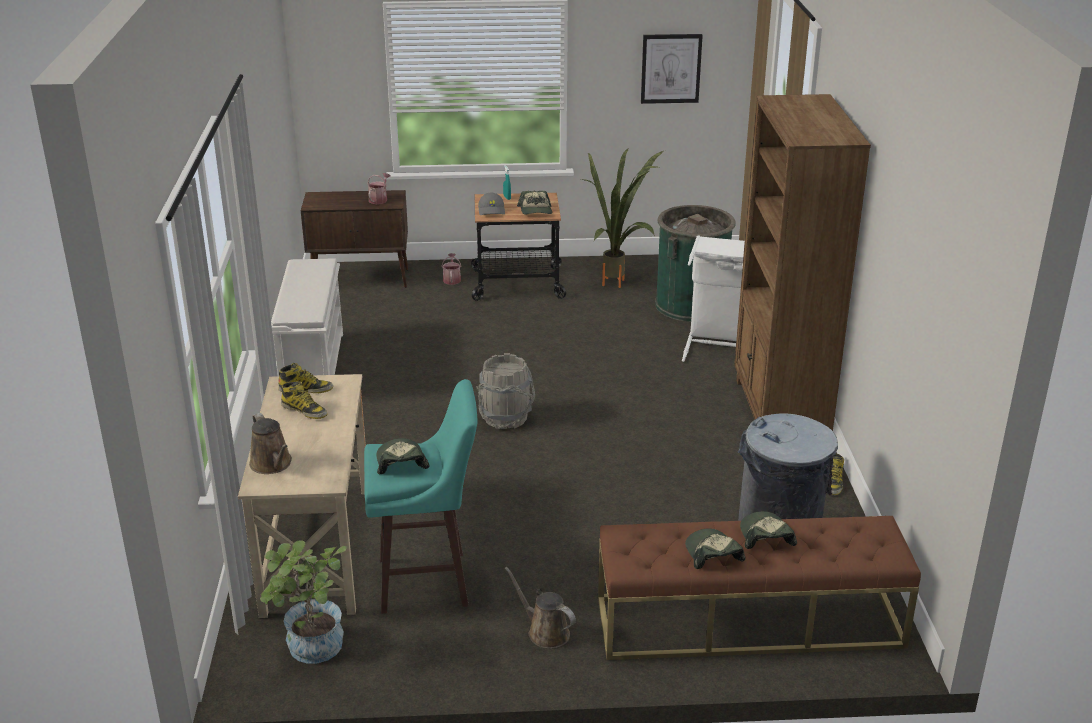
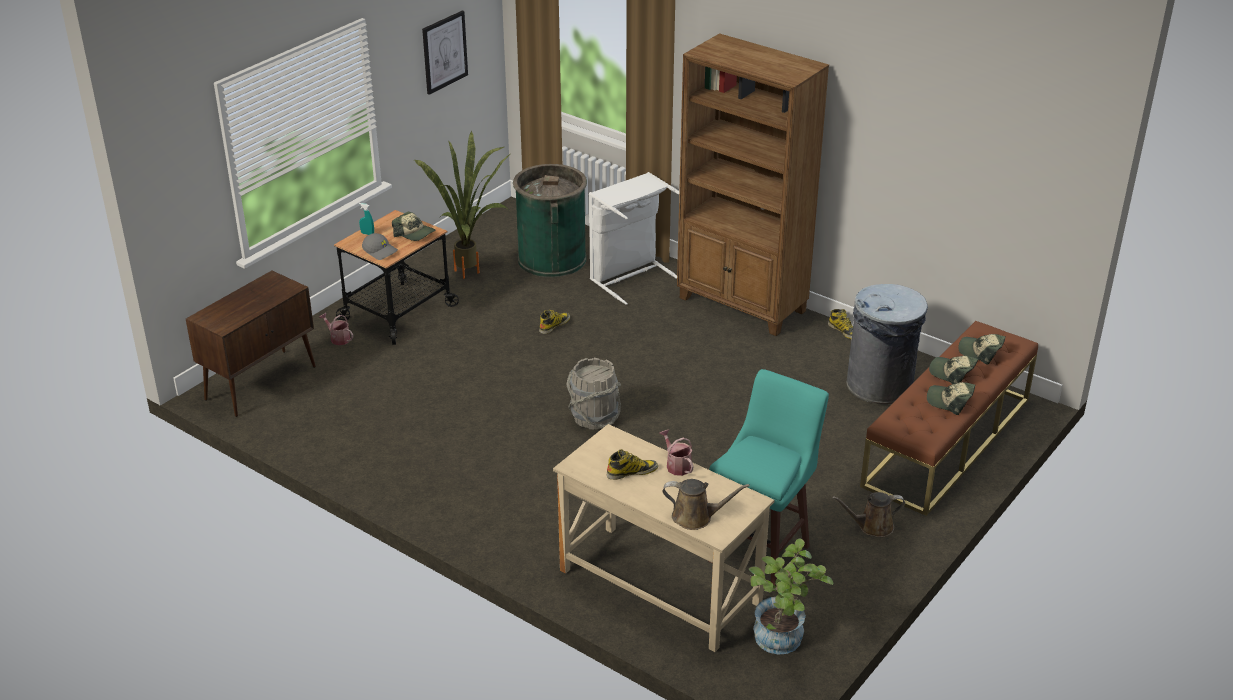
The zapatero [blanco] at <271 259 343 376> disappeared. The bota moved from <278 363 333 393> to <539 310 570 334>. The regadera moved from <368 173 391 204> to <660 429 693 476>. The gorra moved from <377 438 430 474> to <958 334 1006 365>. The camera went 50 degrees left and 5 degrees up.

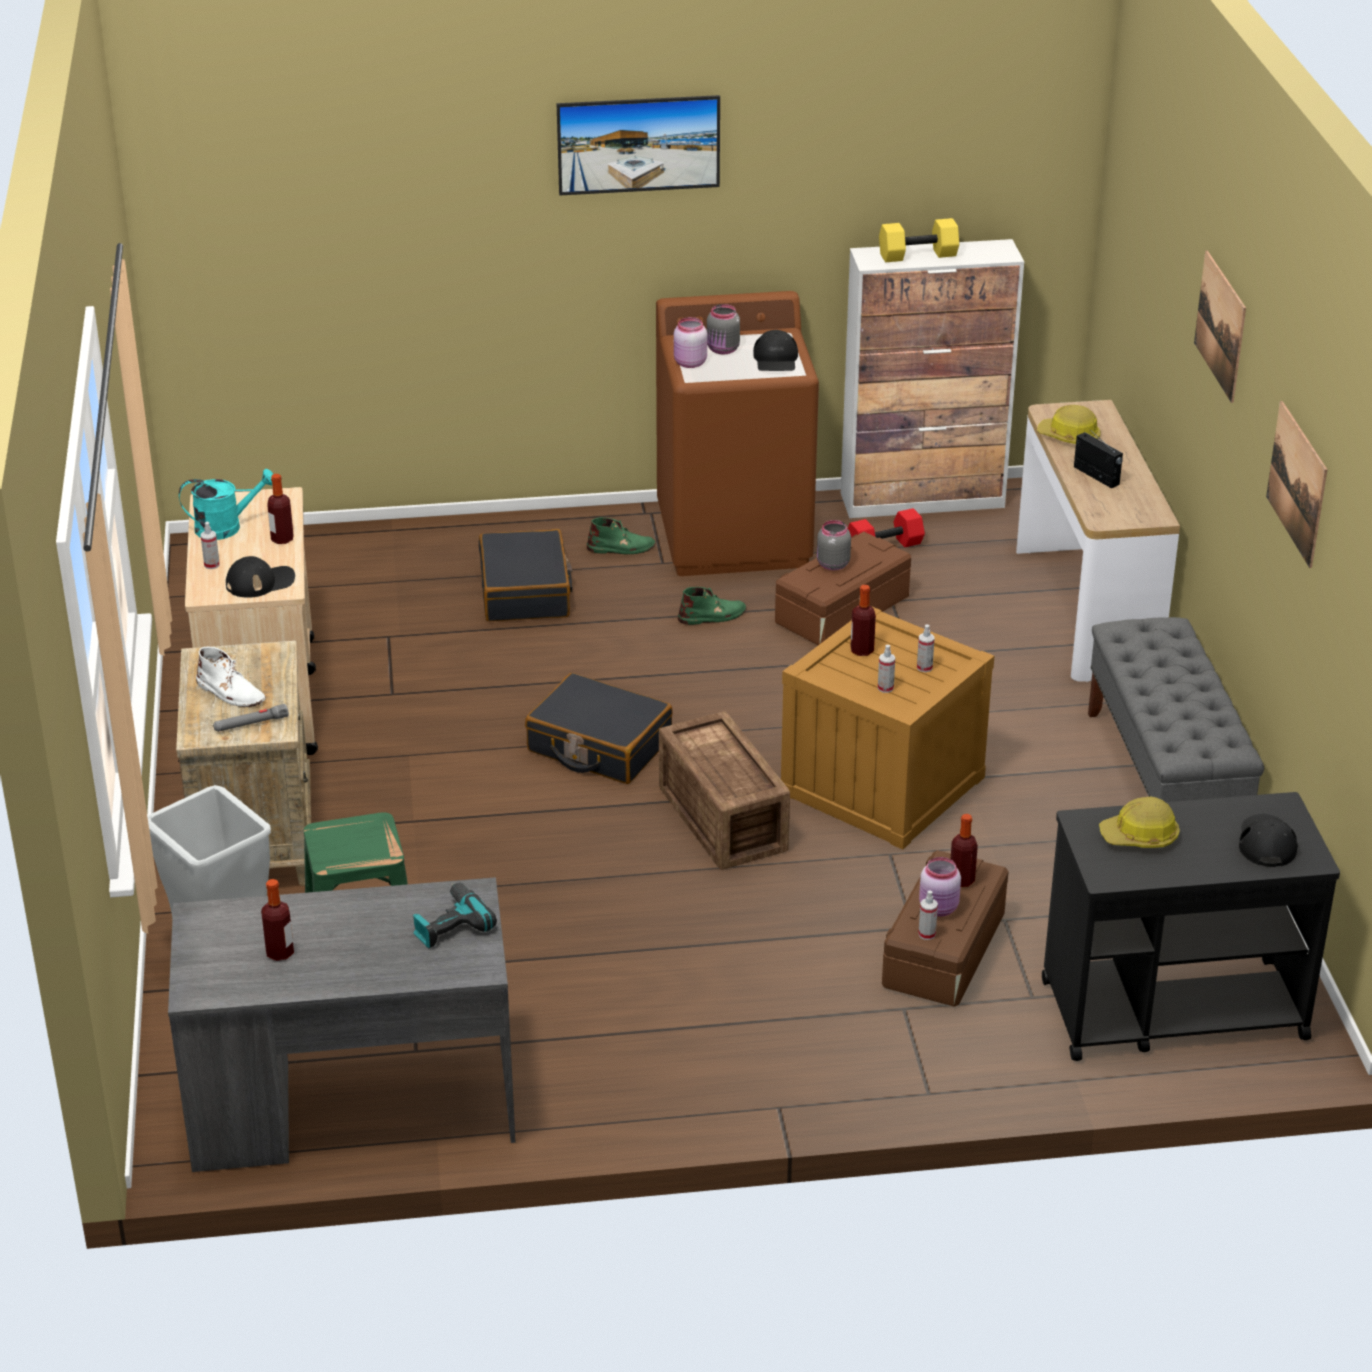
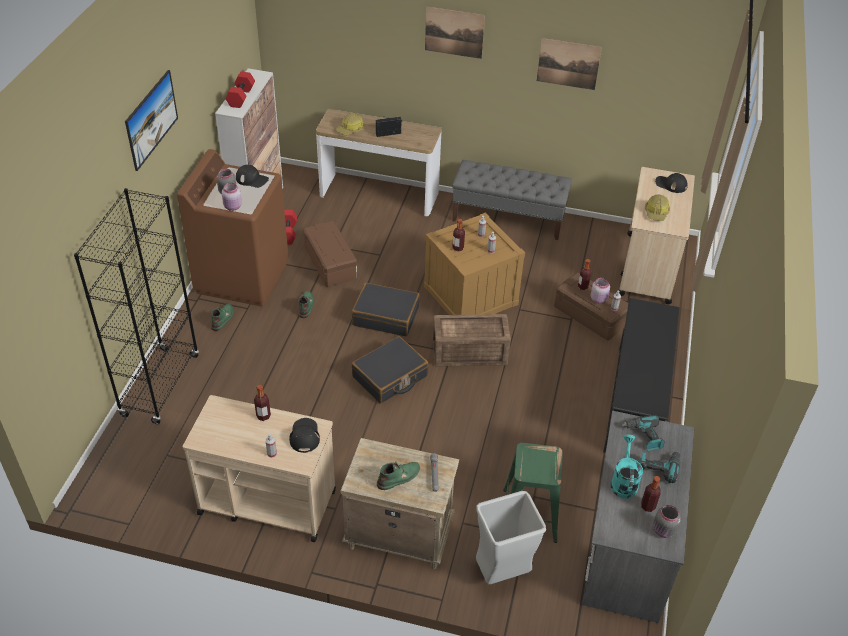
The regadera [turquesa] moved from <179 469 273 540> to <611 435 643 499>. The bota [blanco] at <196 647 265 707> became the bota [verde] at <377 462 420 490>. The maleta [negro] moved from <479 529 573 621> to <352 283 420 336>. The tarro [gris] moved from <817 520 851 570> to <653 505 681 538>. The mancuerna [amarillo] at <879 218 959 262> became the mancuerna [rojo] at <225 72 255 108>. The carrito [negro] at <1042 792 1340 1061> became the carrito [beis] at <619 167 695 304>. The estantería [negro] at <74 188 199 424> appeared. The zapatero [negro] at <603 298 680 453> appeared. The taladro at <640 450 680 483> appeared. The camera went 70 degrees left and 10 degrees up.

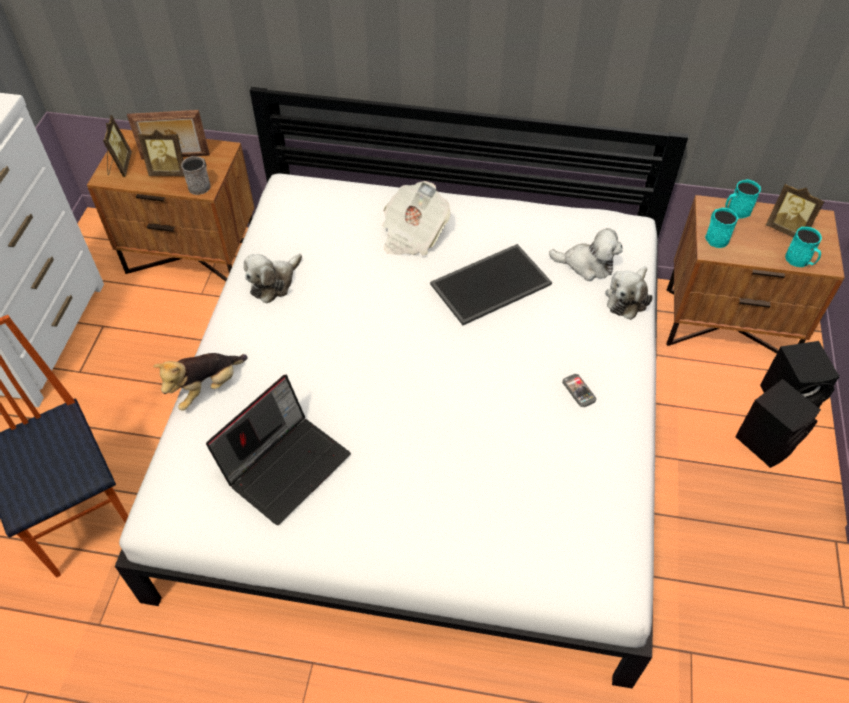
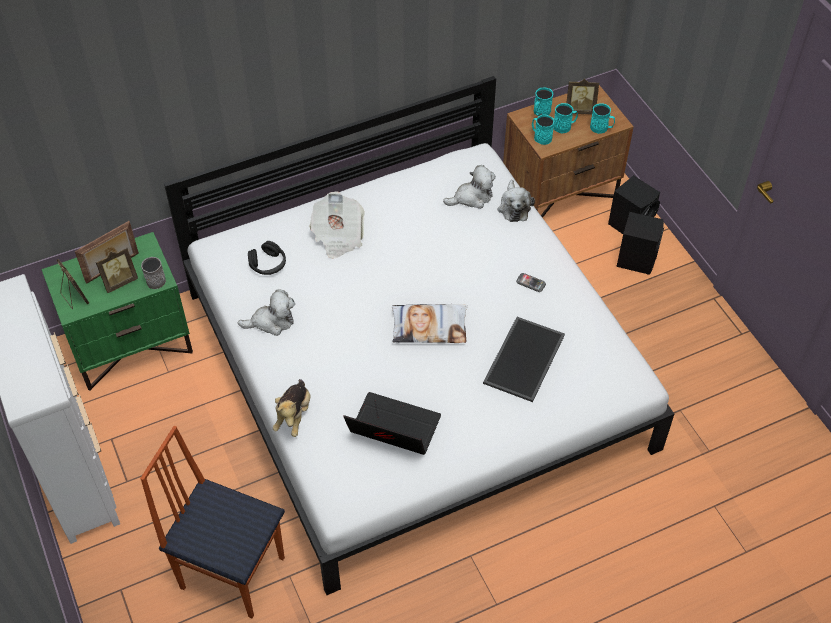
The mesita de noche [marrón] at <87 129 254 281> became the mesita de noche [verde] at <42 232 193 391>. The portátil at <206 375 351 525> turned 75 degrees counterclockwise. The peluche at <243 254 302 304> turned 105 degrees counterclockwise. The bandeja moved from <430 244 552 325> to <483 317 565 402>. The auriculares [negro] at <248 241 286 275> appeared. The cojín at <391 304 468 343> appeared. The taza grande [turquesa] at <554 103 578 133> appeared. The camera went 35 degrees left and 0 degrees up.

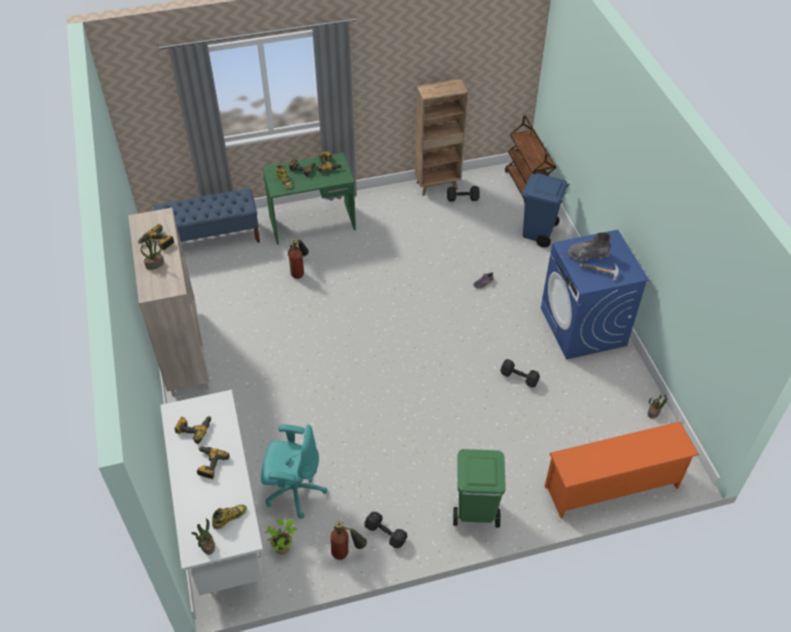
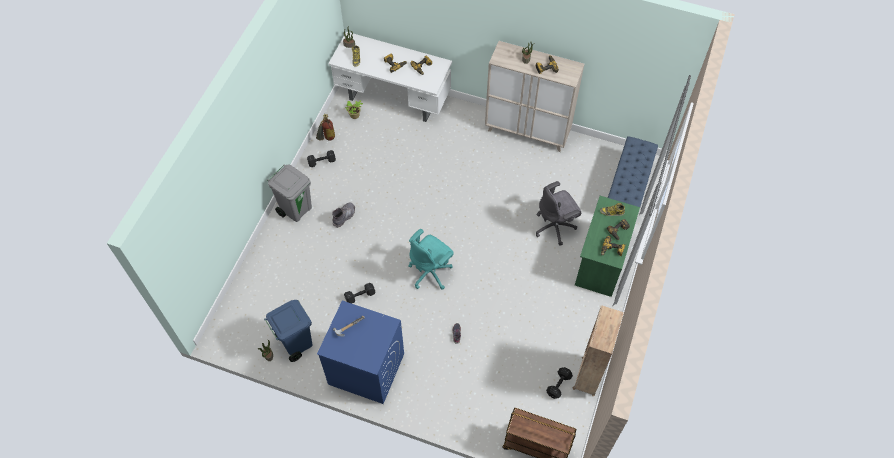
The silla de oficina [turquesa] moved from <261 424 327 519> to <408 229 454 290>. The extintor at <288 239 309 279> was replaced by the silla de oficina [gris] at <536 181 581 246>. The papelera [verde] at <453 449 506 528> became the papelera [gris] at <267 164 312 222>. The papelera [azul] moved from <522 173 570 248> to <264 300 313 362>. The zapatero [naranja] at <545 422 699 518> disappeared. The bota [gris] moved from <568 233 611 261> to <332 202 355 228>. The camera went 125 degrees right and 10 degrees up.

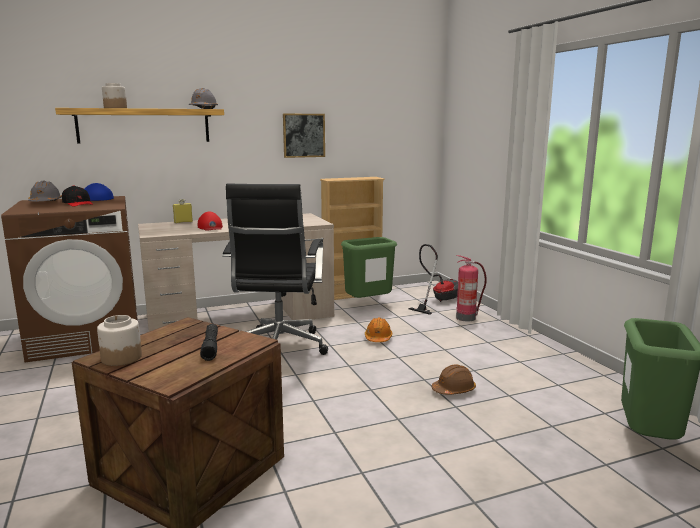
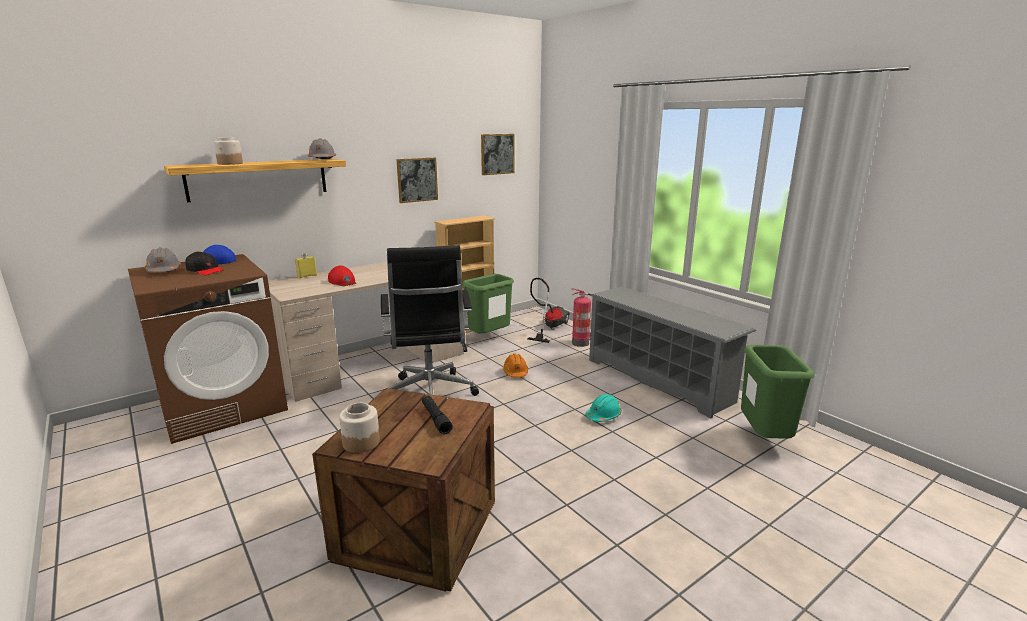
The casco [marrón] at <431 364 476 395> became the casco [turquesa] at <586 394 622 422>. The cuadro at <481 134 515 175> appeared. The zapatero [gris] at <589 287 756 418> appeared. The camera went 15 degrees left and 5 degrees up.

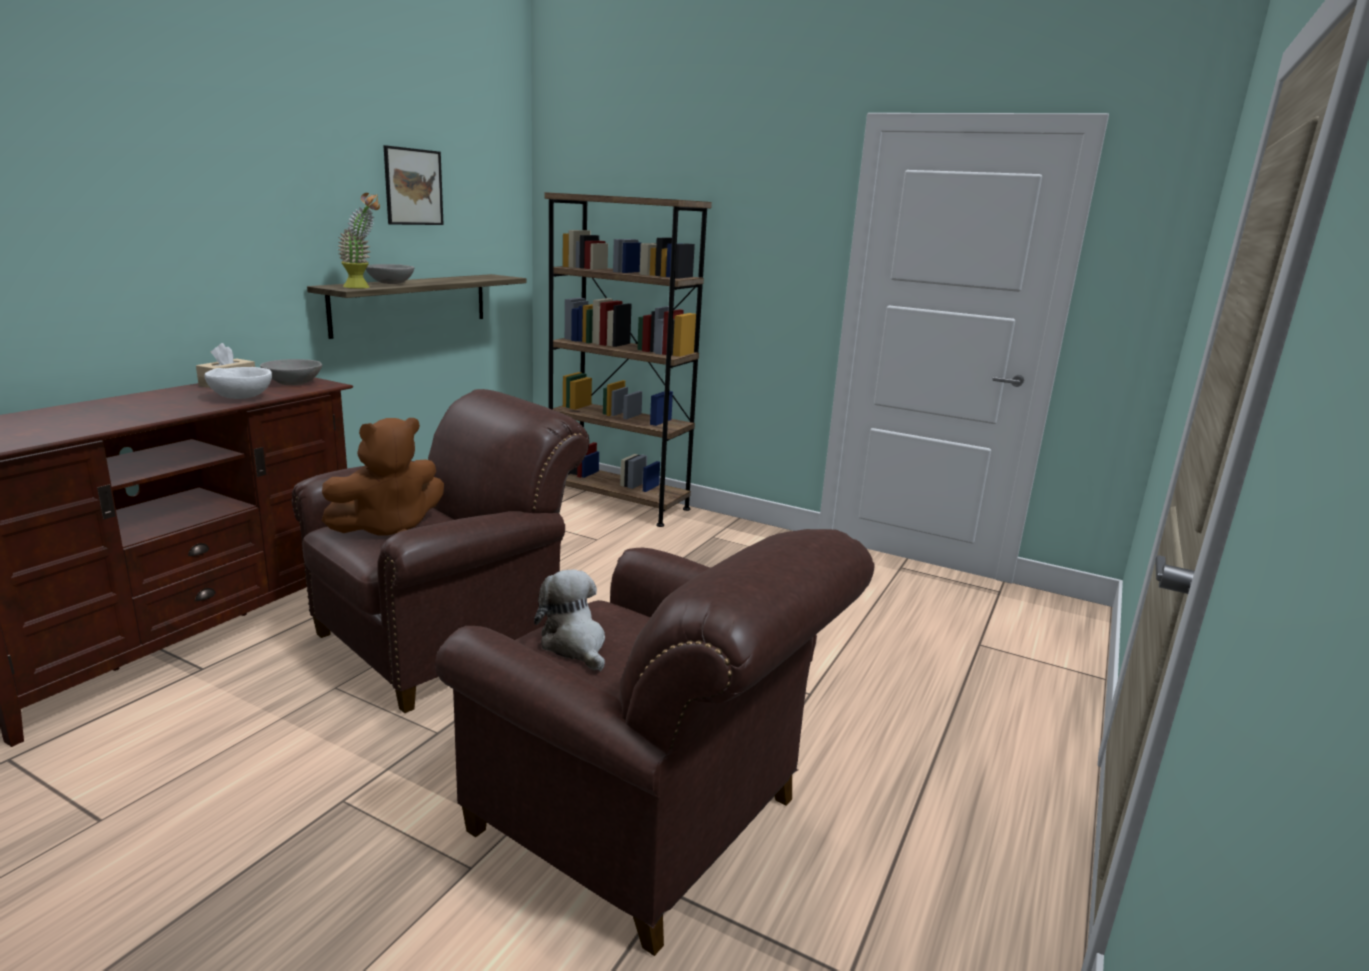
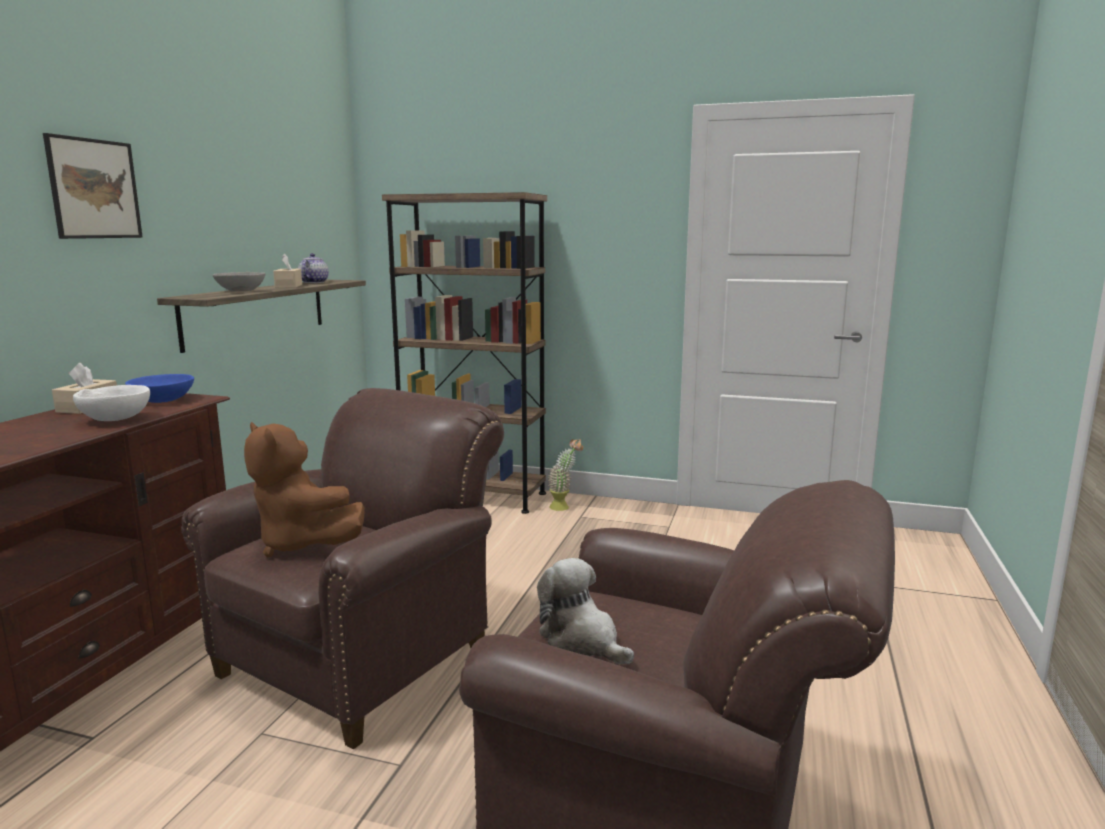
The cuenco [gris] at <260 359 322 385> became the cuenco [azul] at <125 374 194 403>. The peluche [marrón] at <321 418 444 536> turned 90 degrees clockwise. The planta en maceta moved from <337 193 380 289> to <548 439 583 511>. The cuadro moved from <383 145 444 225> to <43 133 143 239>. The caja de pañuelos [beis] at <273 253 302 288> appeared. The tetera at <298 253 329 283> appeared. The camera went 10 degrees left and 5 degrees down.

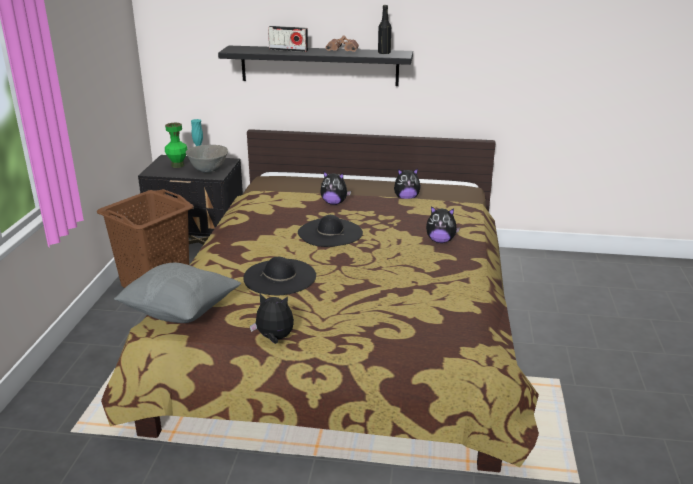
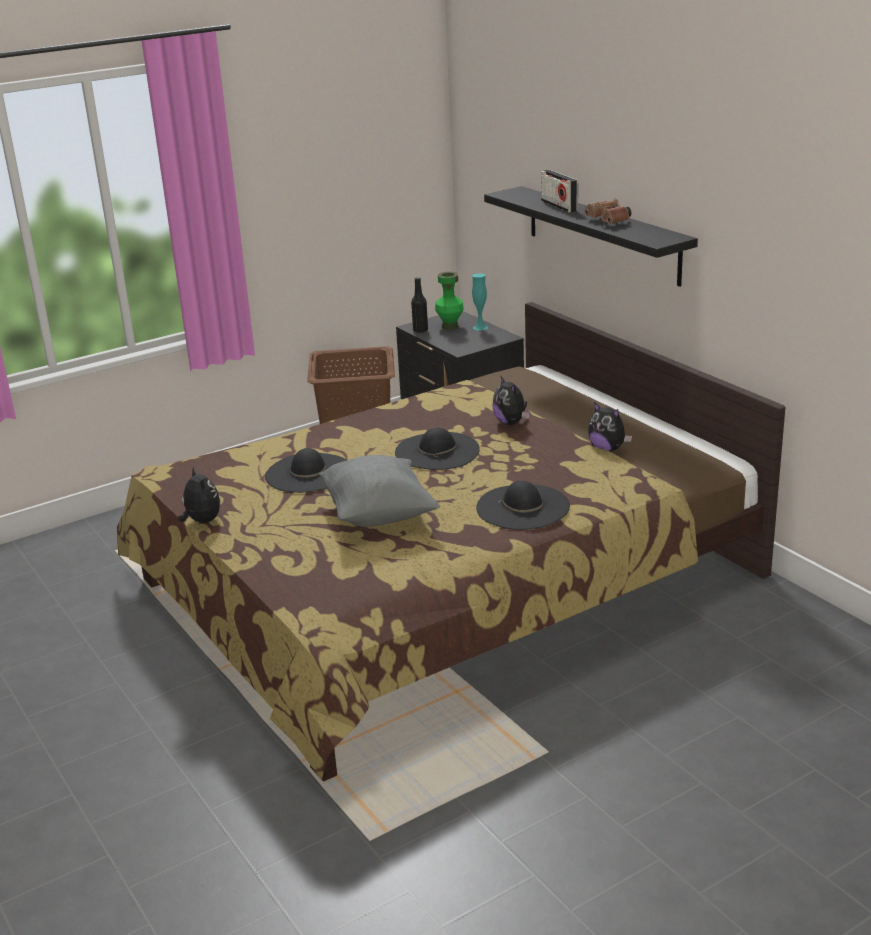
The cojín [gris] moved from <114 263 241 323> to <320 455 440 527>. The cuenco [gris] at <186 145 228 173> disappeared. The botella [negro] moved from <378 5 391 54> to <411 277 428 333>. The peluche at <426 206 460 243> was replaced by the sombrero [negro] at <476 481 570 530>. The camera went 50 degrees right and 0 degrees up.

